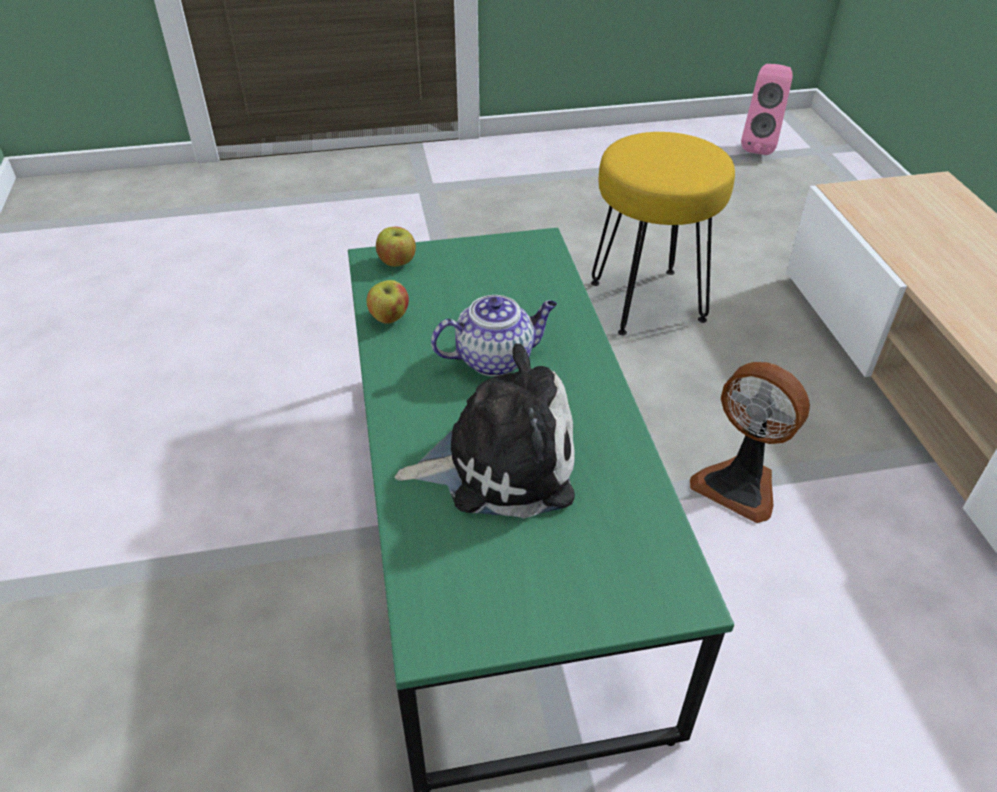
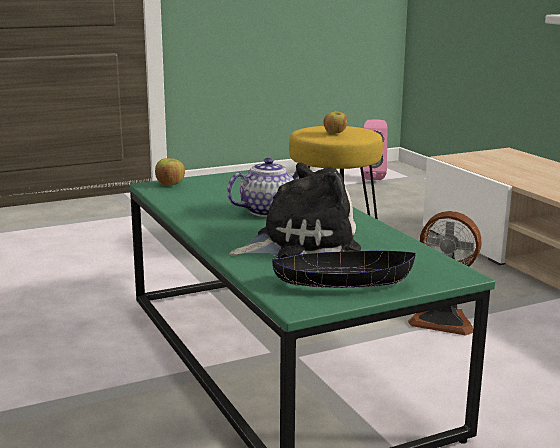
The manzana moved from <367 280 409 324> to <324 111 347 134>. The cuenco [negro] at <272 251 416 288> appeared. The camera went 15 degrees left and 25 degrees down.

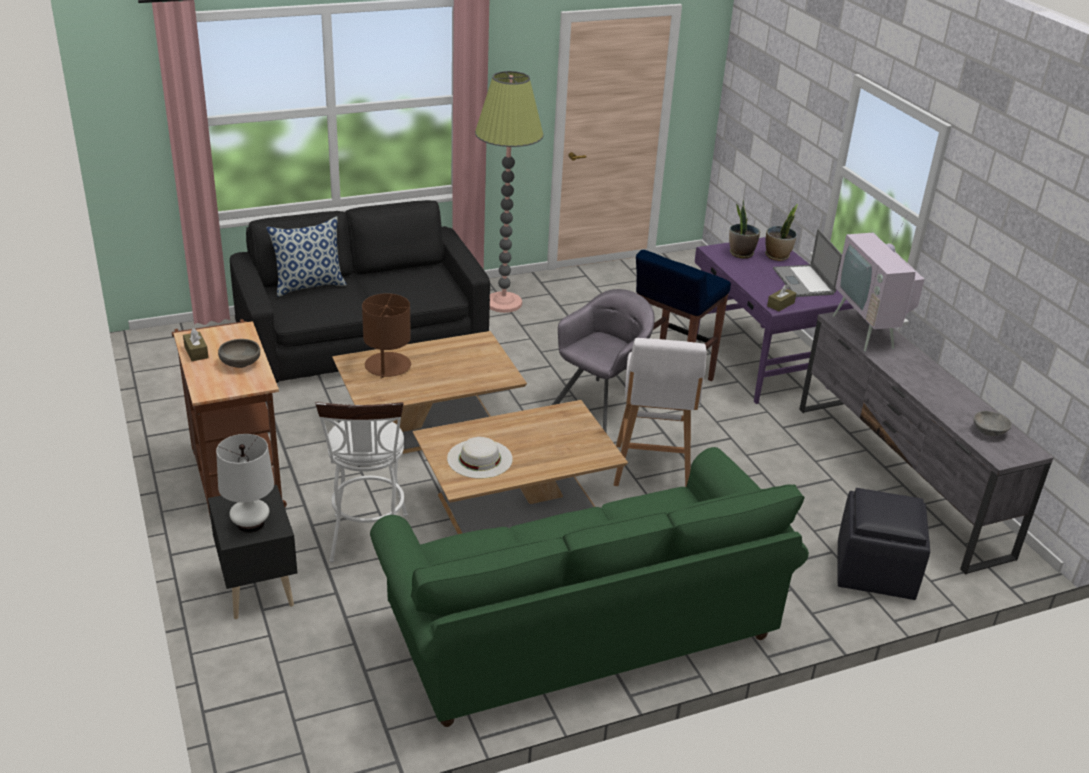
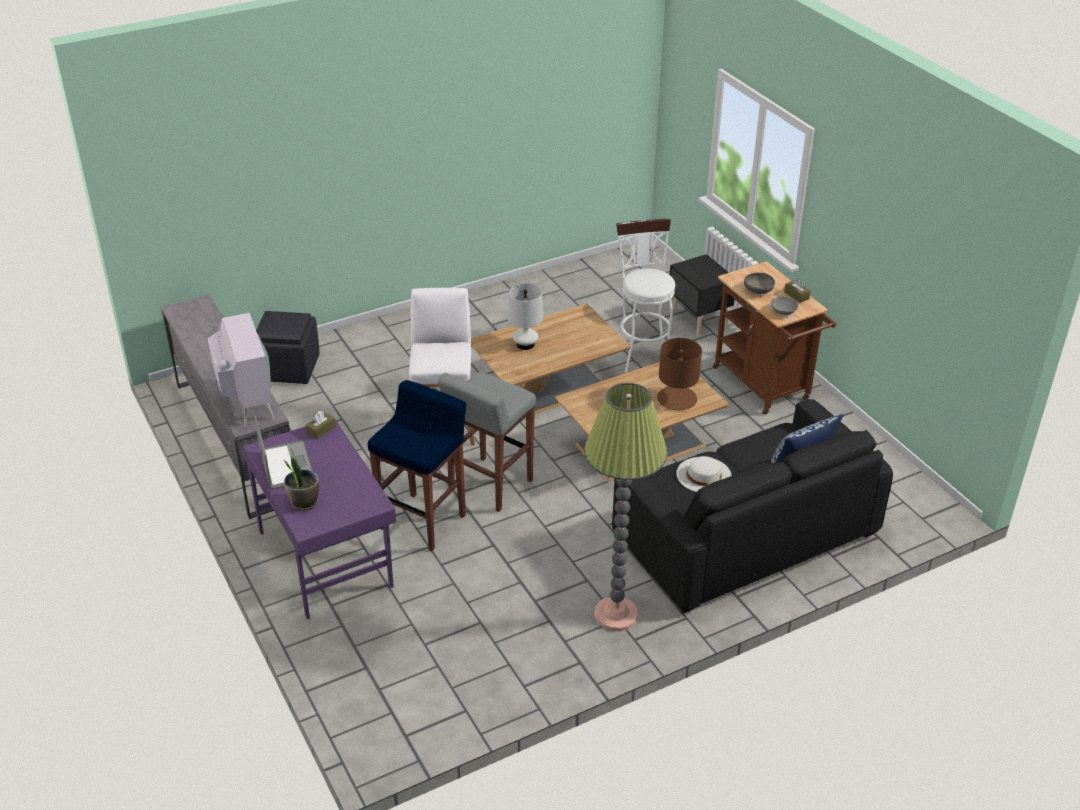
The lámpara de mesa [blanco] moved from <216 434 274 533> to <507 283 543 350>. The sofá [verde] at <370 447 809 727> disappeared. The sombrero [blanco] moved from <447 437 513 479> to <676 456 732 492>. The sillón [gris] at <552 289 655 432> was replaced by the taburete [gris] at <438 372 536 512>. The planta en maceta at <729 200 760 259> disappeared. The cuenco [gris] moved from <973 411 1012 436> to <771 296 798 315>. The camera went 175 degrees right and 5 degrees up.

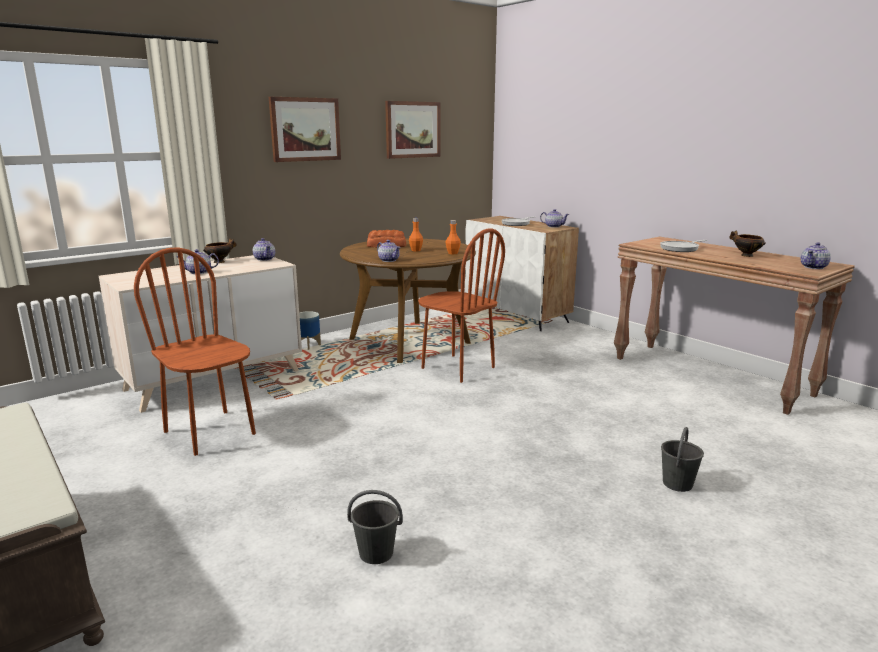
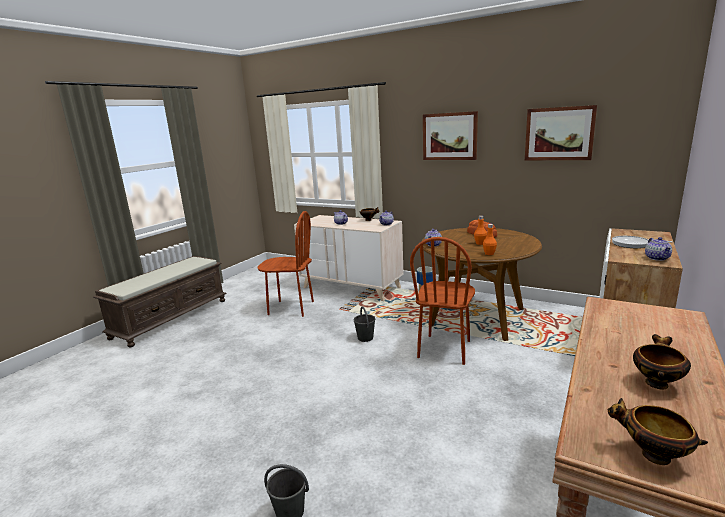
The silla [marrón] at <134 248 256 456> turned 75 degrees clockwise. The cubo [gris] moved from <347 490 403 564> to <353 307 375 342>. The sartén at <660 240 708 252> disappeared. The tetera at <800 242 831 269> was replaced by the cuenco at <607 398 708 465>. The camera went 70 degrees right and 0 degrees up.

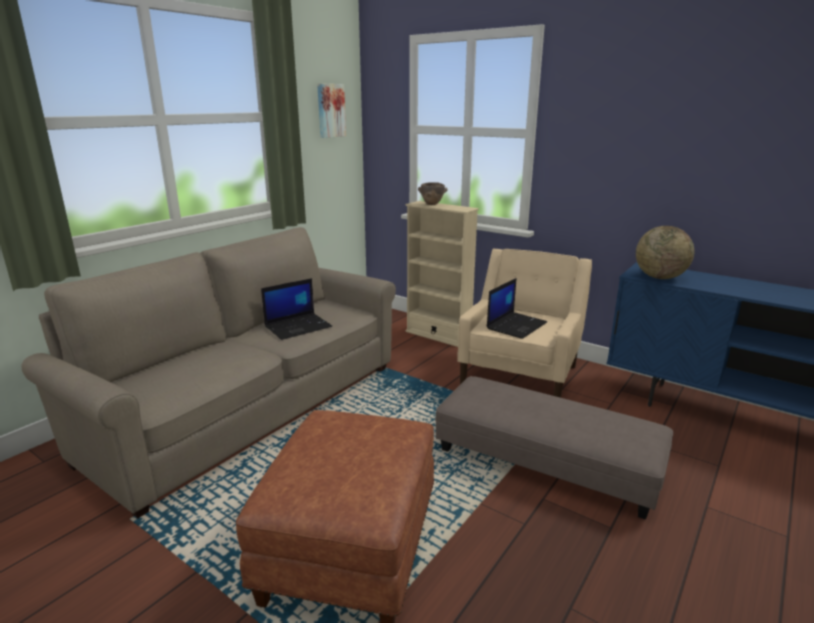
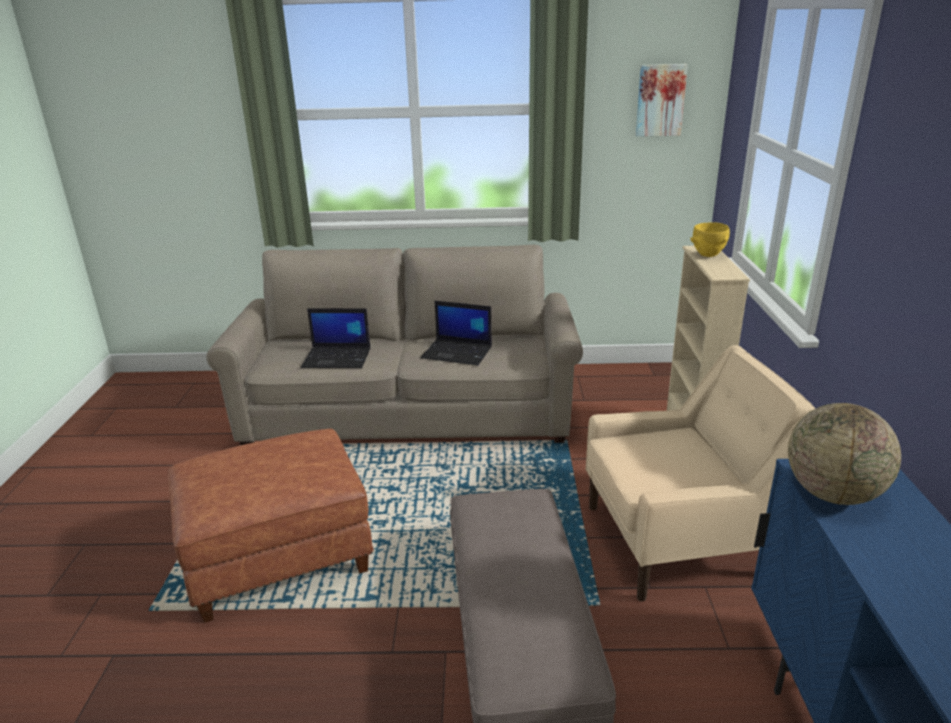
The cuenco [marrón] at <418 182 448 205> became the cuenco [amarillo] at <690 222 730 257>. The portátil moved from <487 278 547 339> to <301 308 370 368>. The camera went 55 degrees right and 5 degrees up.

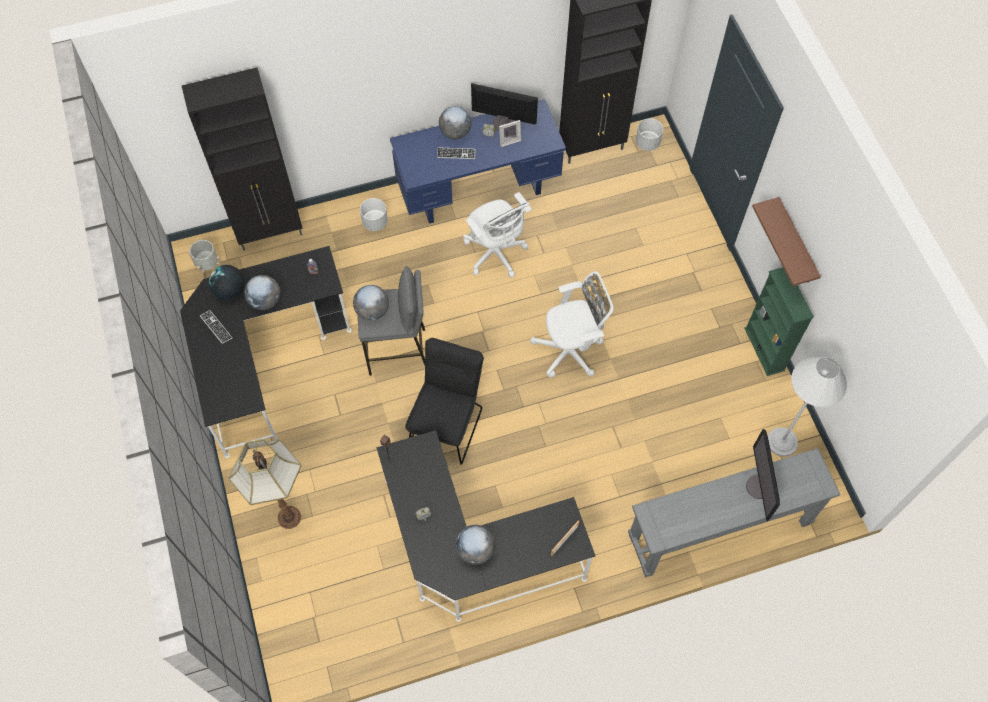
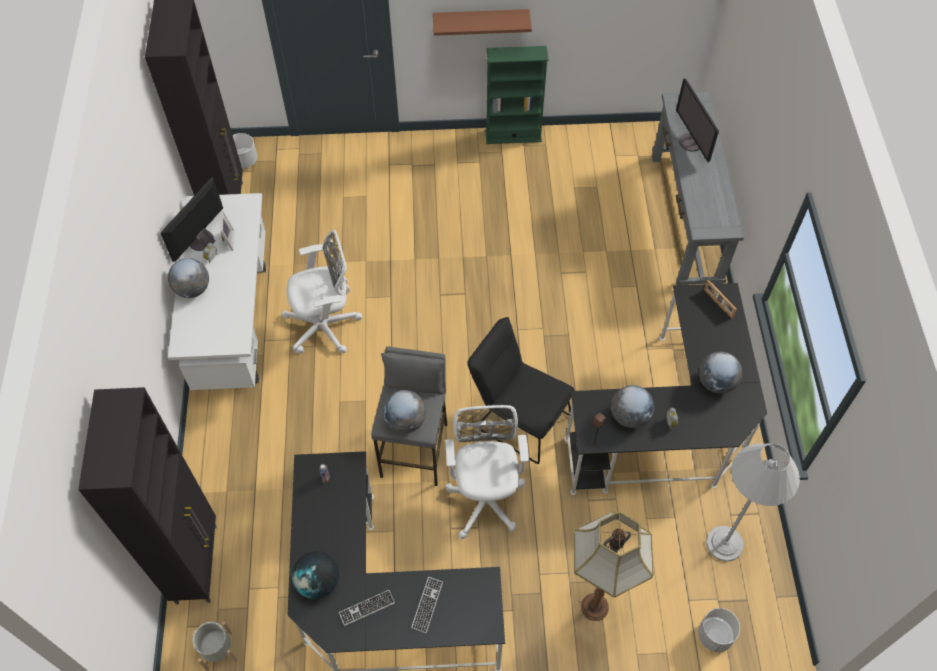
The globo terráqueo moved from <244 275 280 310> to <611 385 654 428>. The maceta [blanco] moved from <360 198 388 231> to <698 608 740 652>. The escritorio [azul] at <390 99 566 224> became the escritorio [blanco] at <168 193 266 390>. The teclado moved from <437 147 476 159> to <411 577 443 633>. The silla de oficina [blanco] moved from <530 271 613 378> to <445 405 529 539>. The monitor at <746 429 780 521> turned 60 degrees clockwise. The lámpara de pie [blanco] moved from <768 357 847 457> to <706 443 800 561>. The camera went 75 degrees left and 5 degrees down.

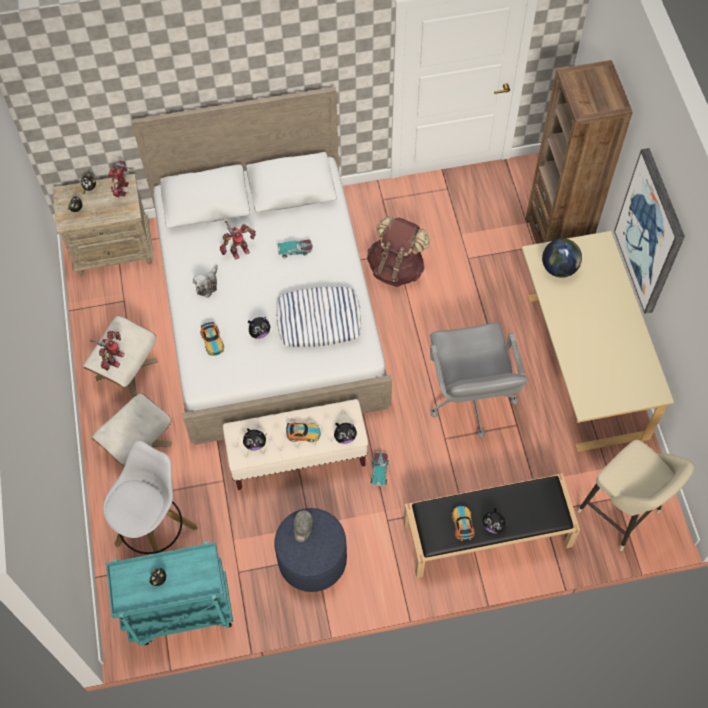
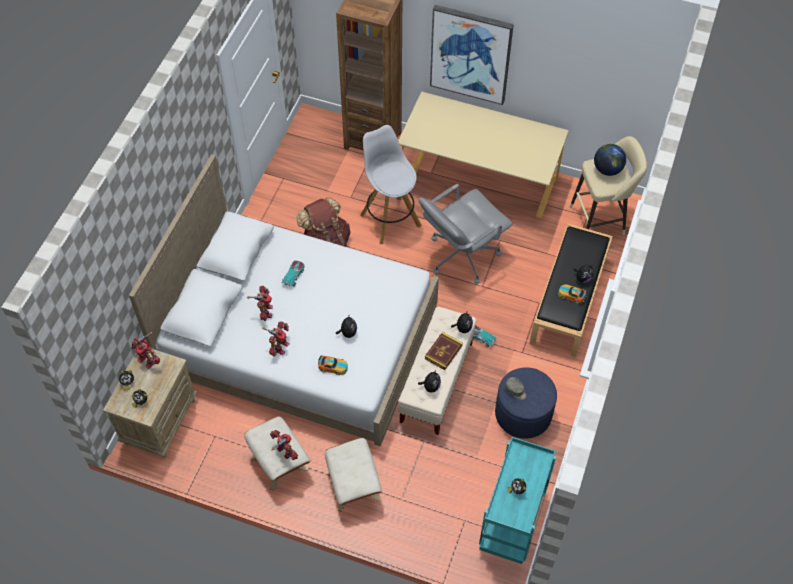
The taburete [blanco] moved from <103 440 198 554> to <360 125 421 244>. The peluche at <193 265 218 298> was replaced by the robot de juguete at <262 321 290 357>. The cojín at <276 287 362 347> disappeared. The coche de juguete at <286 423 321 442> was replaced by the libro at <425 332 463 370>. The silla de oficina [gris] at <430 322 528 438> turned 120 degrees clockwise. The globo terráqueo moved from <542 238 582 278> to <594 144 626 176>. The camera went 60 degrees left and 5 degrees down.

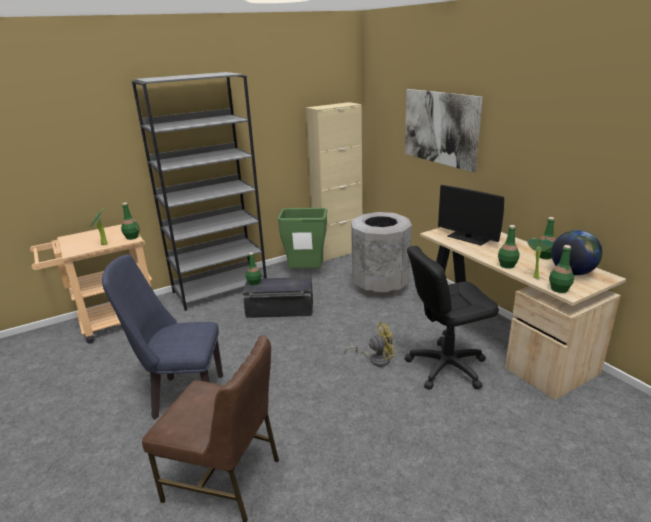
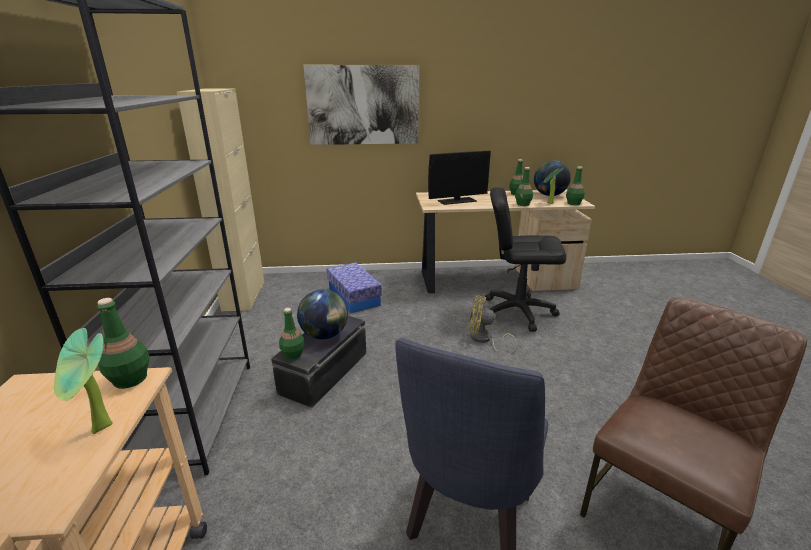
The papelera [verde] at <277 208 328 268> disappeared. The ventilador [amarillo] at <344 322 396 367> turned 90 degrees counterclockwise. The papelera [gris] at <351 212 412 298> was replaced by the caja de almacenaje at <327 262 382 314>. The silla de oficina [negro] at <405 246 499 390> turned 90 degrees clockwise. The globo terráqueo at <297 290 348 339> appeared. The camera went 65 degrees left and 0 degrees up.

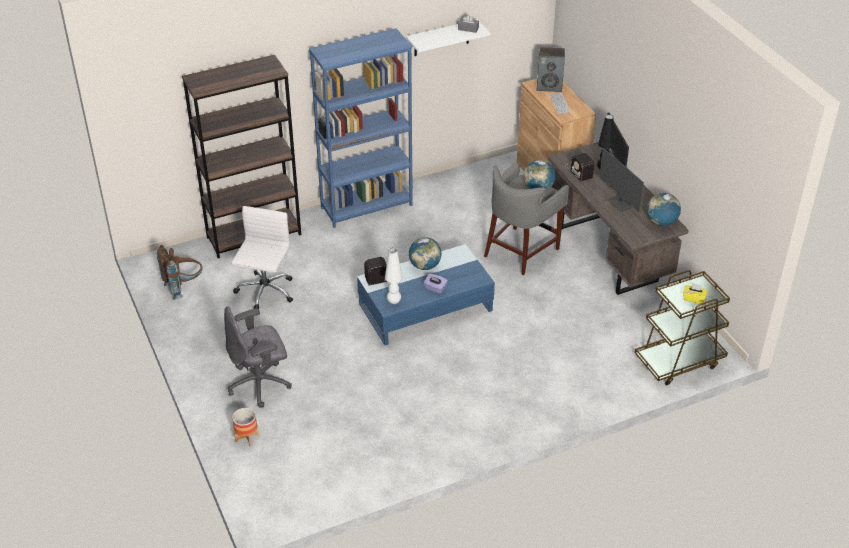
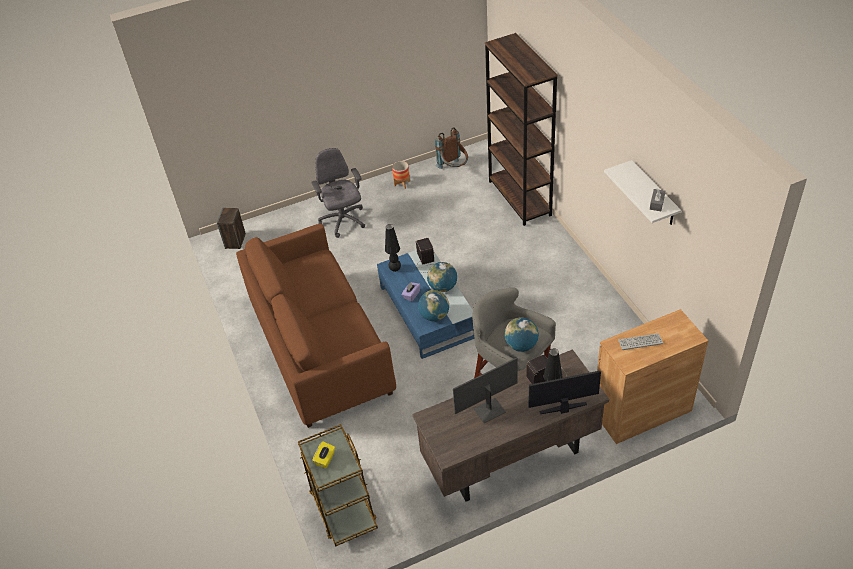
The silla de oficina [blanco] at <231 206 293 310> disappeared. The maceta moved from <232 408 259 446> to <392 161 410 189>. The estantería [azul] at <309 28 413 228> disappeared. The lámpara de mesa [blanco] at <385 248 402 304> became the lámpara de mesa [negro] at <385 224 401 272>. The altavoz moved from <537 47 565 92> to <217 207 246 249>. The globo terráqueo moved from <647 193 681 226> to <418 290 449 321>. The sofá [marrón] at <236 224 396 428> appeared. The camera went 95 degrees right and 5 degrees up.

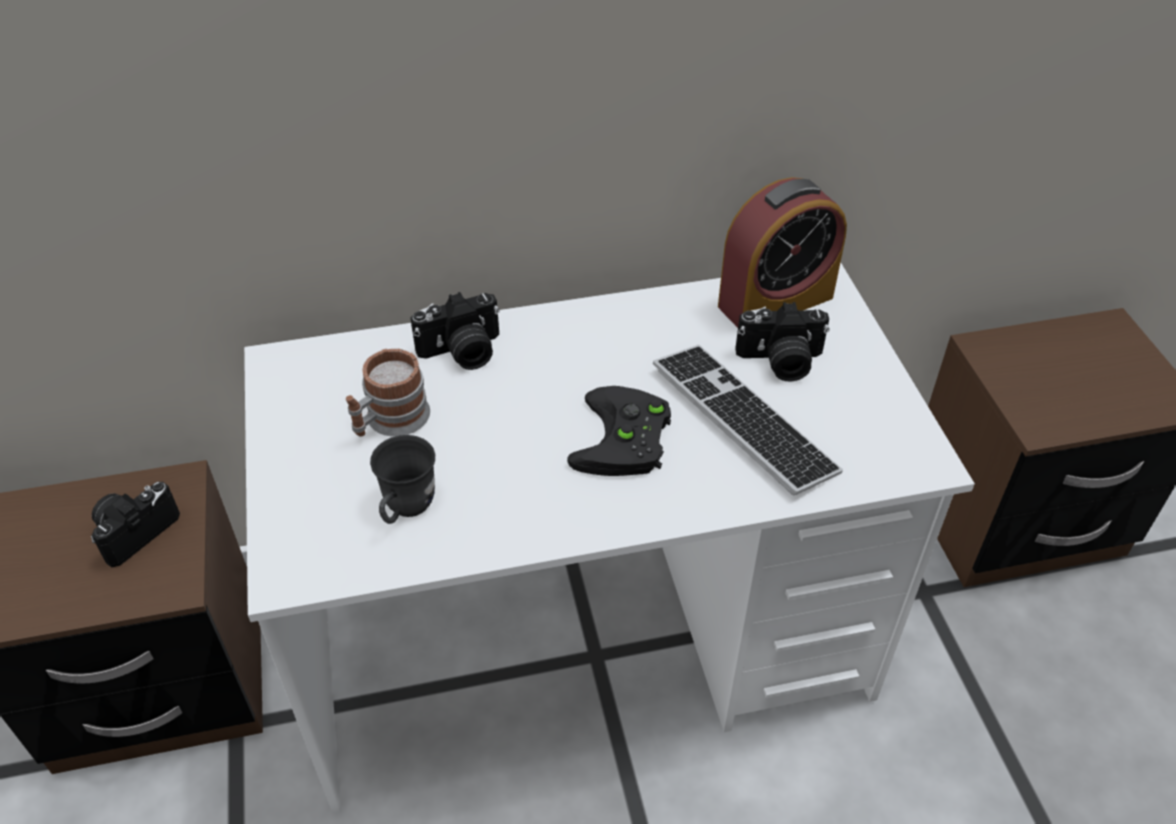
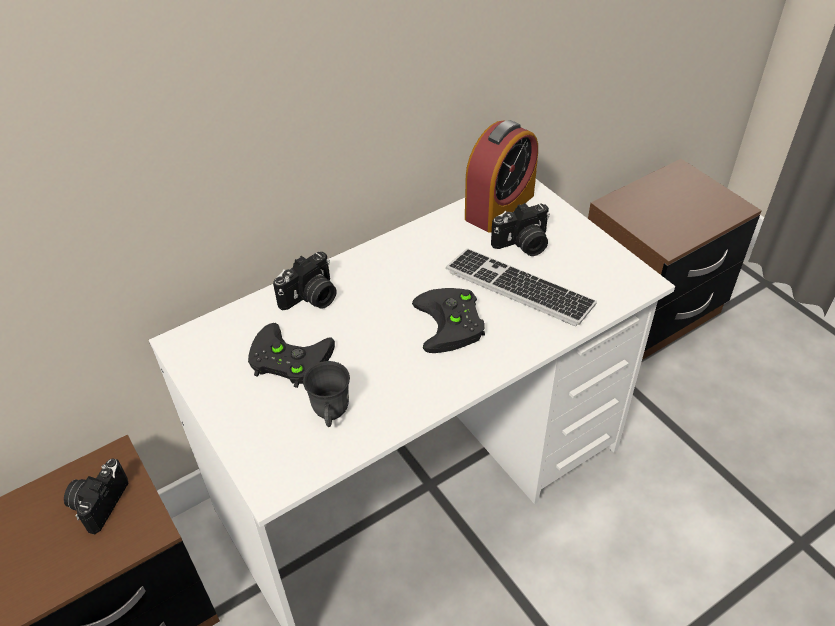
The taza grande at <346 349 430 437> was replaced by the mando de consola [negro] at <248 323 335 388>. The camera went 20 degrees left and 0 degrees up.

